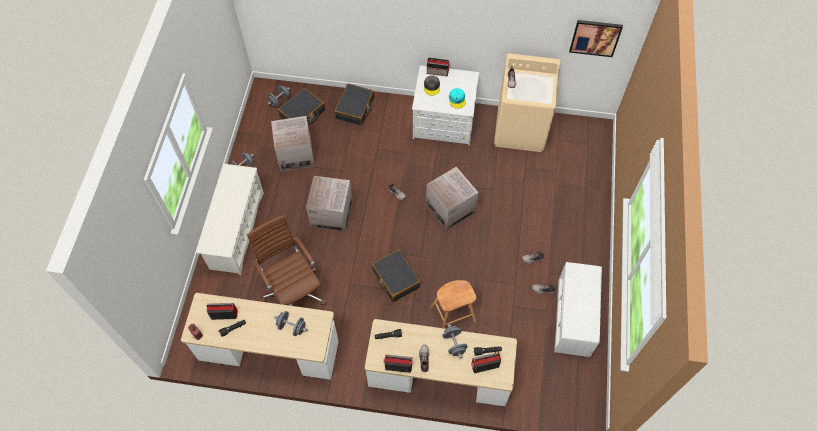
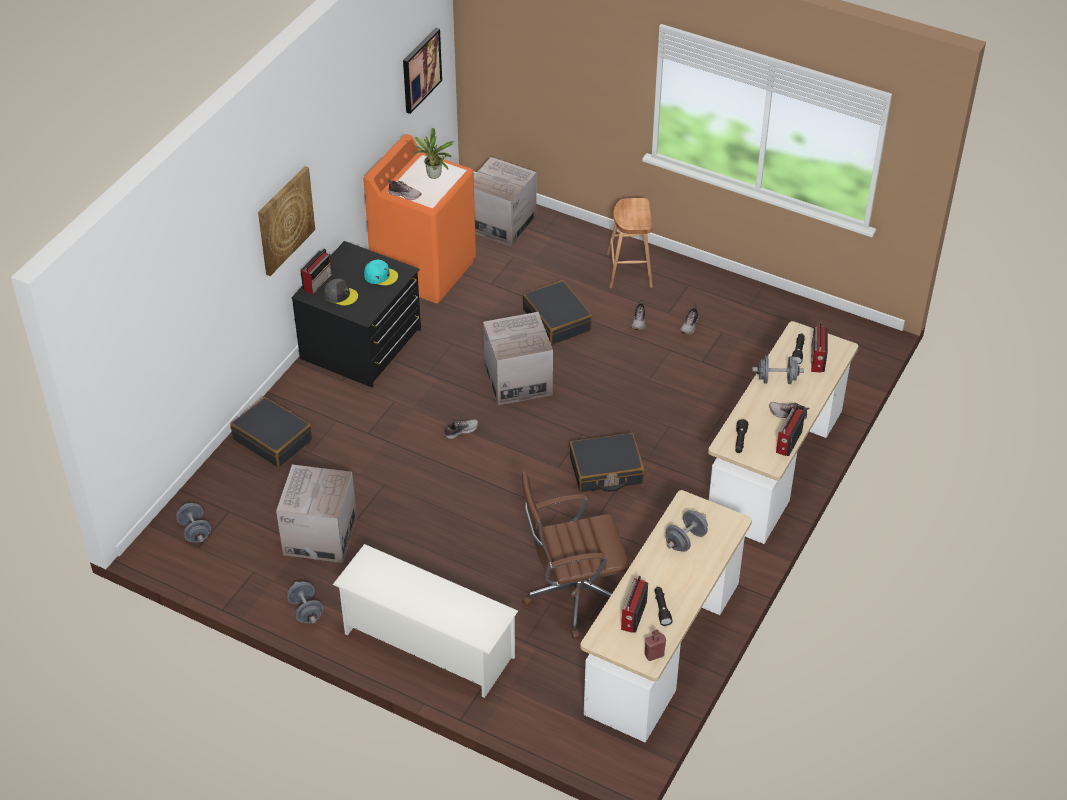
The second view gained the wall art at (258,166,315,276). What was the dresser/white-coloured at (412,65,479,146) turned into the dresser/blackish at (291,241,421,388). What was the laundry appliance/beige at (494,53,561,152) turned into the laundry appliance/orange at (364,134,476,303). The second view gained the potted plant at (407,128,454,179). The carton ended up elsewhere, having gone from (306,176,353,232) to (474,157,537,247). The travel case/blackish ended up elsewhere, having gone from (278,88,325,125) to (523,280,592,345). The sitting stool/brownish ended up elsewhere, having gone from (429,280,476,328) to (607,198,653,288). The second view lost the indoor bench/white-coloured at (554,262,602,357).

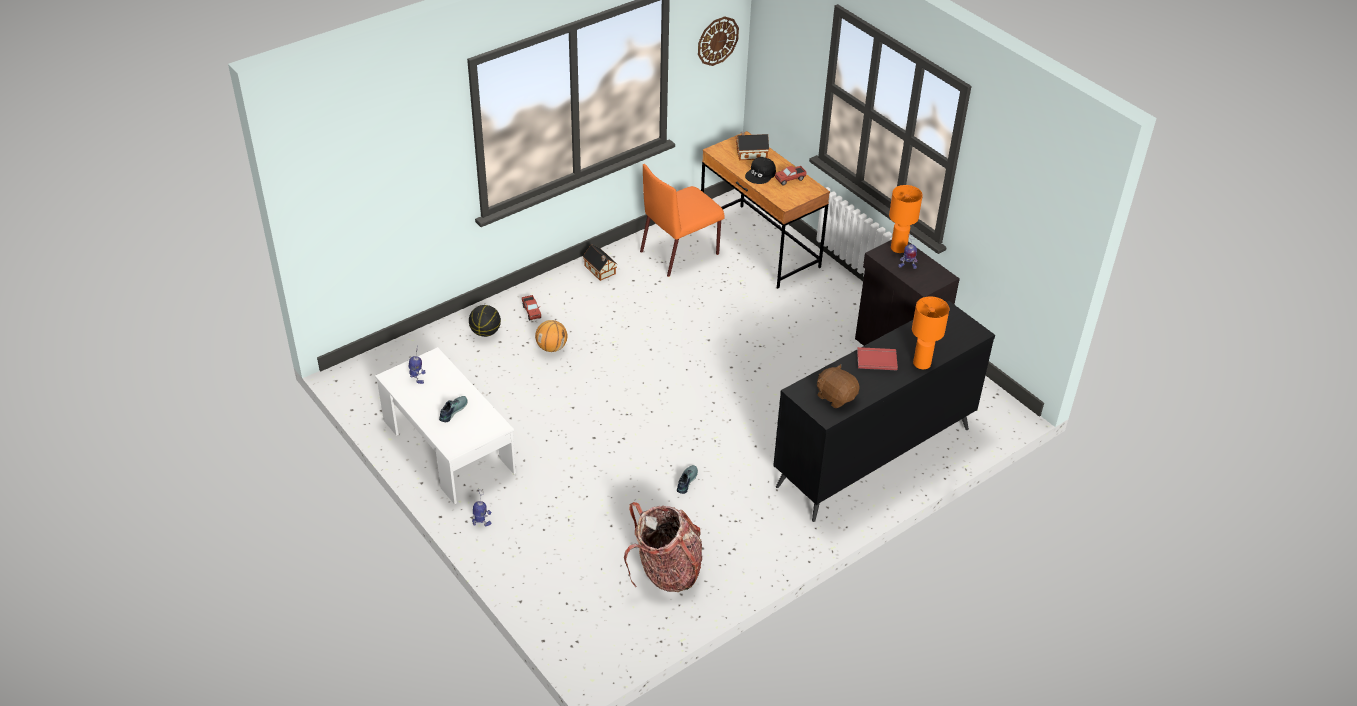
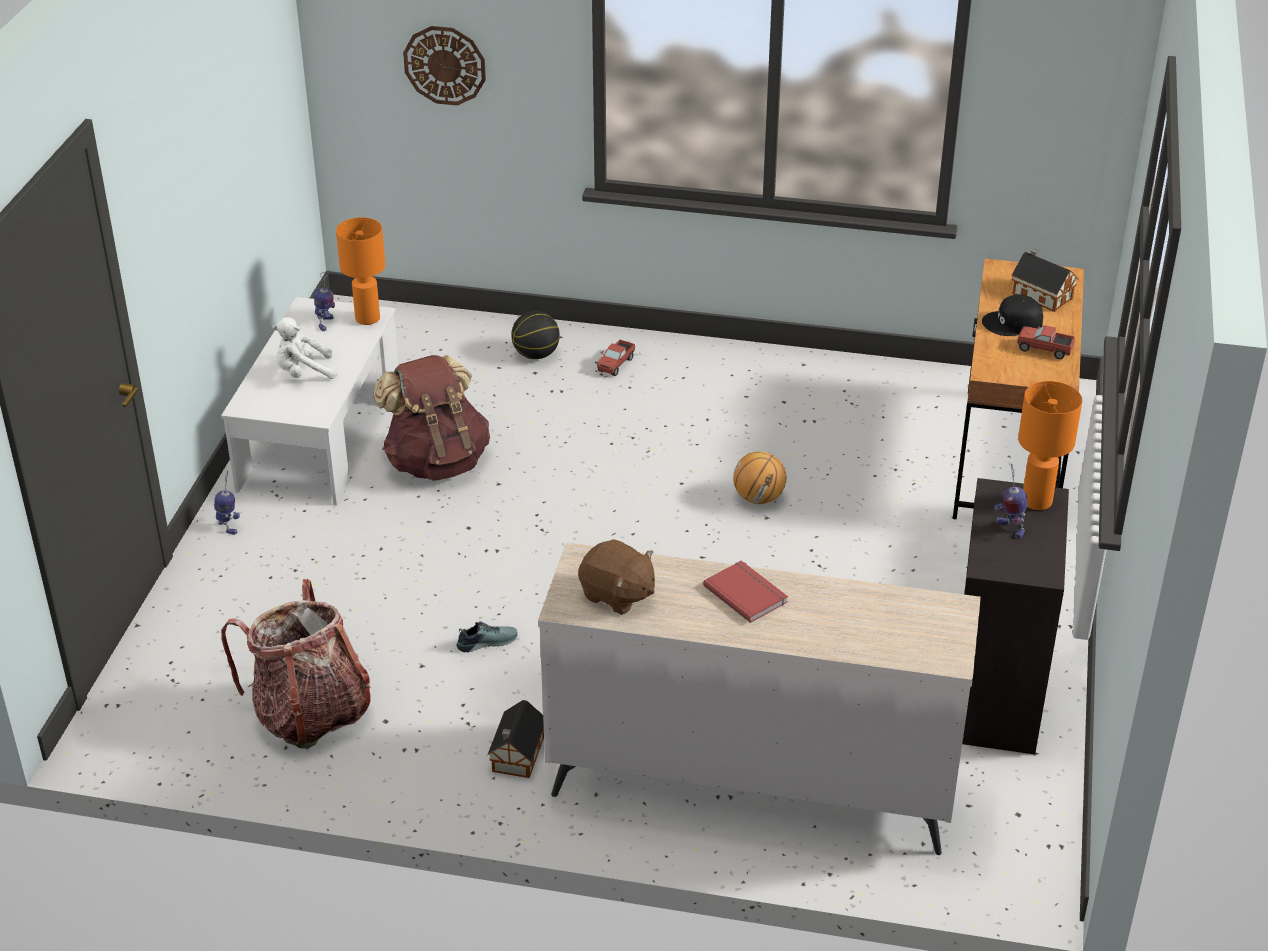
Where the low shoe stood at (439,396,468,422), the soft toy/white-coloured came to stand at (272,317,338,379). The lamp for a table/orange ended up elsewhere, having gone from (912,296,949,369) to (336,217,385,325). The second view gained the rucksack/brownish at (373,355,490,481). The wall clock ended up elsewhere, having gone from (698,16,739,66) to (403,26,486,106). The toy house ended up elsewhere, having gone from (583,244,617,281) to (487,700,544,778). What was the dresser/blackish at (773,301,995,522) turned into the dresser/beige at (538,543,981,855). The soft toy/brownish at (817,364,860,408) ended up facing another way, 120 degrees clockwise from before. The basketball ended up elsewhere, having gone from (535,320,567,352) to (733,451,786,504). The second view lost the upright chair/orange at (640,164,725,277).

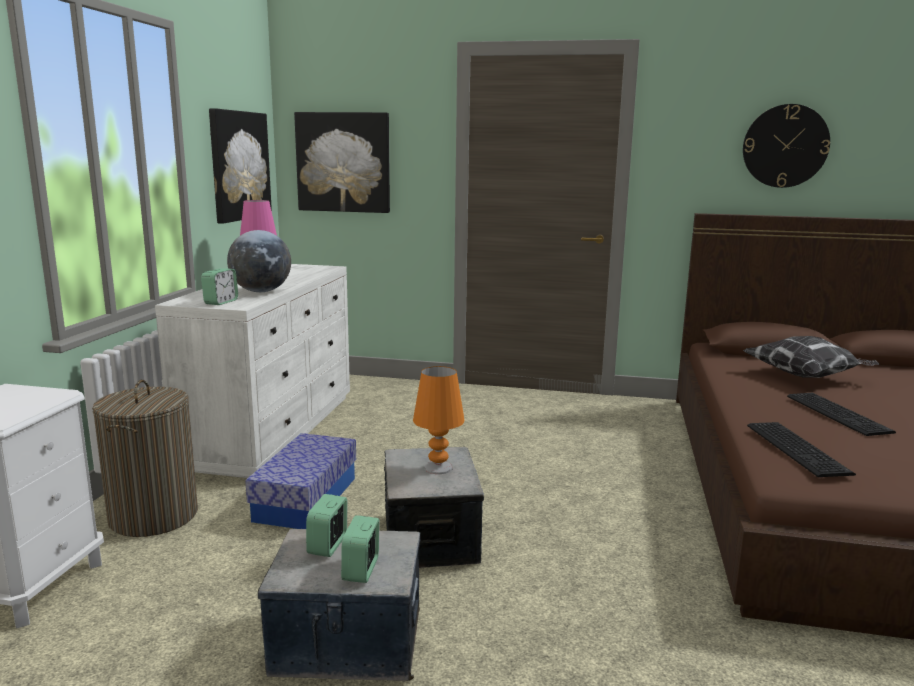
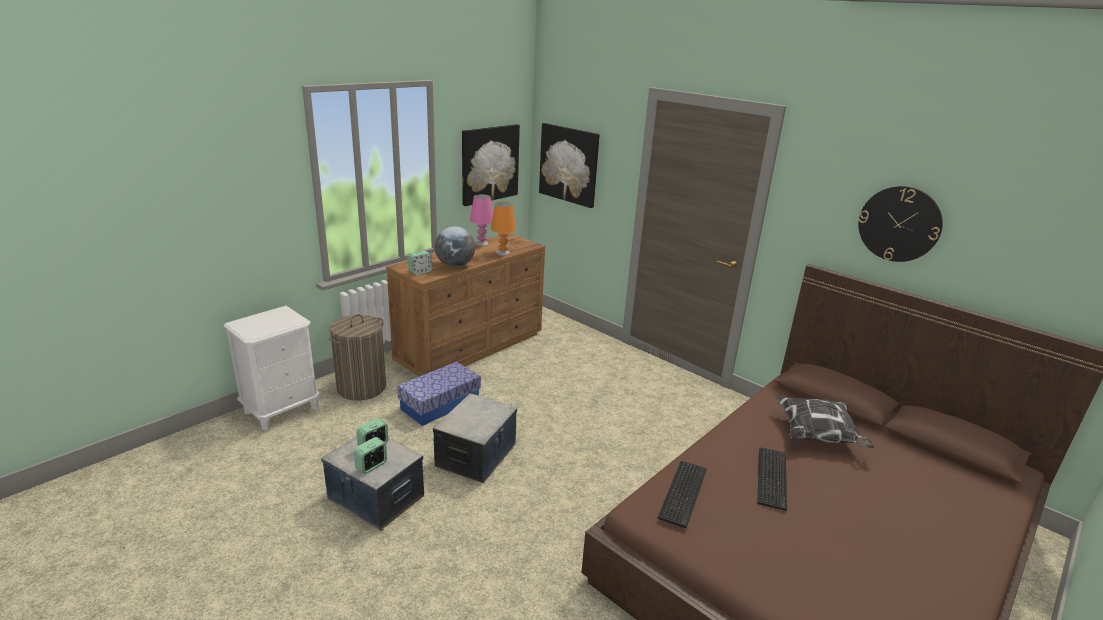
What was the dresser/white-coloured at (155,264,350,478) turned into the dresser/brownish at (386,233,545,377). The lamp for a table/orange ended up elsewhere, having gone from (413,366,464,474) to (491,202,516,256).

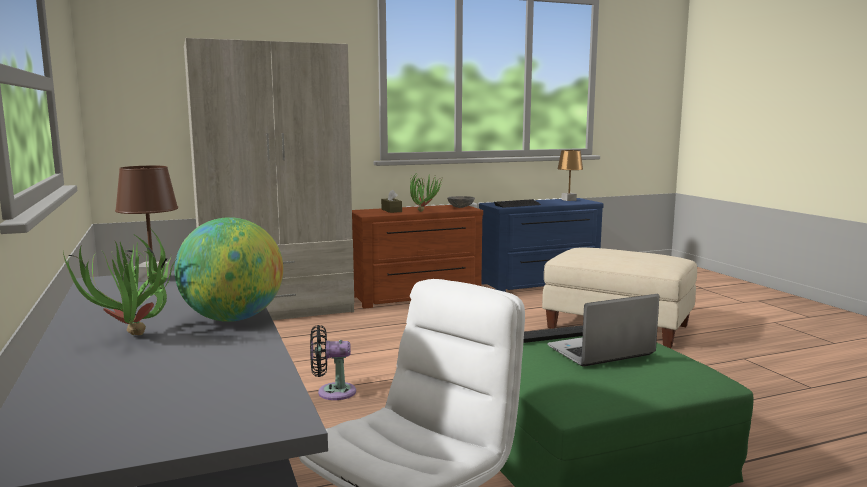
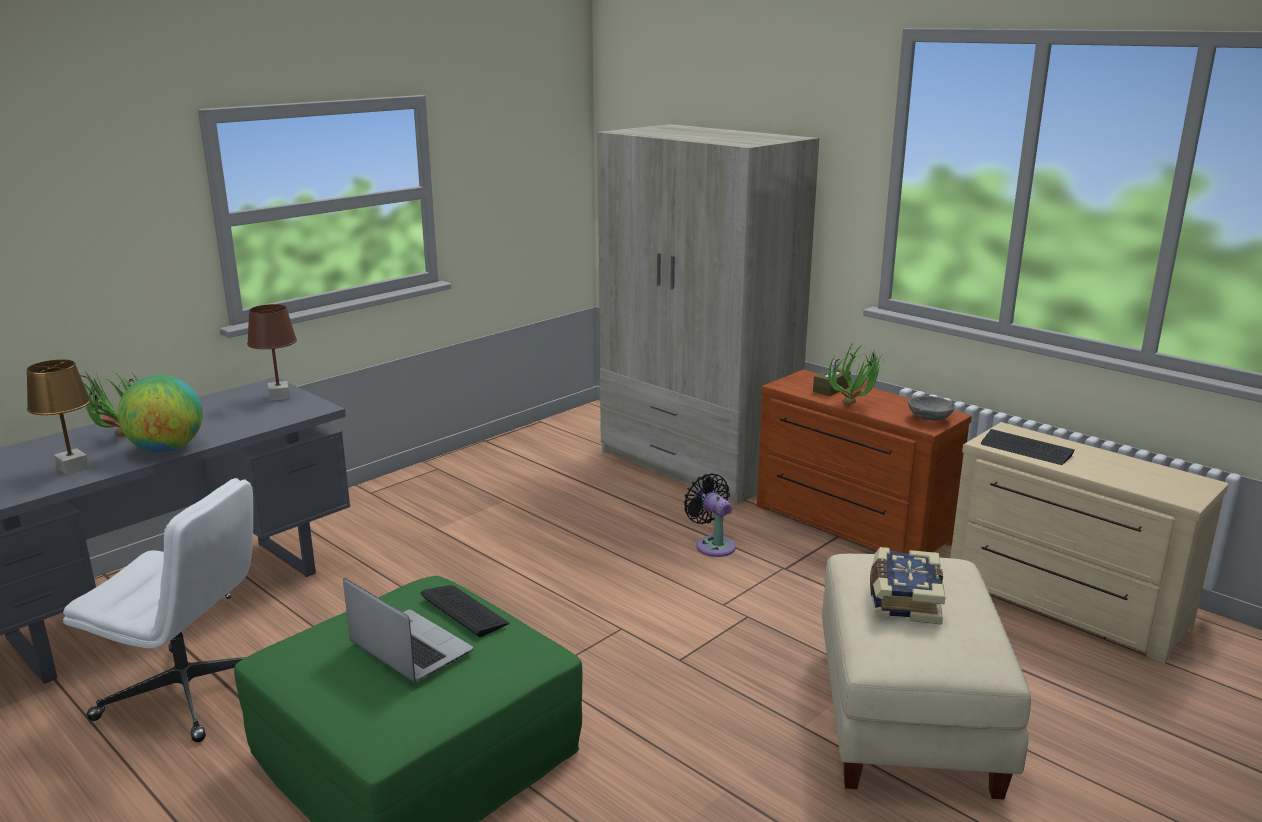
The lamp for a table/brownish ended up elsewhere, having gone from (557,150,583,201) to (27,359,91,475). The fan/blackish ended up elsewhere, having gone from (310,325,356,400) to (684,473,736,557). The second view gained the bound book at (870,547,945,625). What was the dresser/blue at (479,198,604,292) turned into the dresser/beige at (950,422,1228,663).

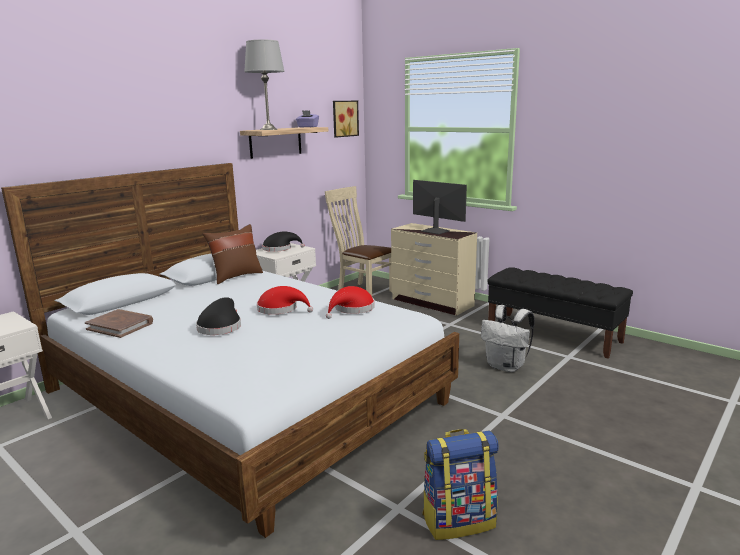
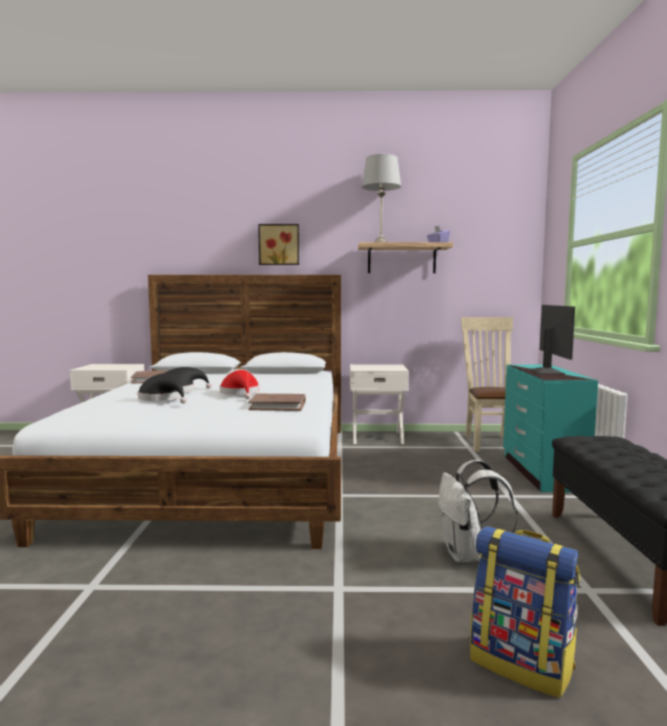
The clothing hat/blackish ended up elsewhere, having gone from (262,232,305,252) to (138,373,187,404). Where the clothing hat/red-coloured stood at (326,286,375,319), the bound book/brownish came to stand at (248,394,306,411). The wall art ended up elsewhere, having gone from (333,101,359,138) to (258,224,299,265). The rucksack ended up elsewhere, having gone from (422,429,499,540) to (470,526,580,698). What was the dresser/beige at (391,223,477,316) turned into the dresser/turquoise at (503,364,598,492). The second view lost the pillow/brownish at (202,224,263,284).

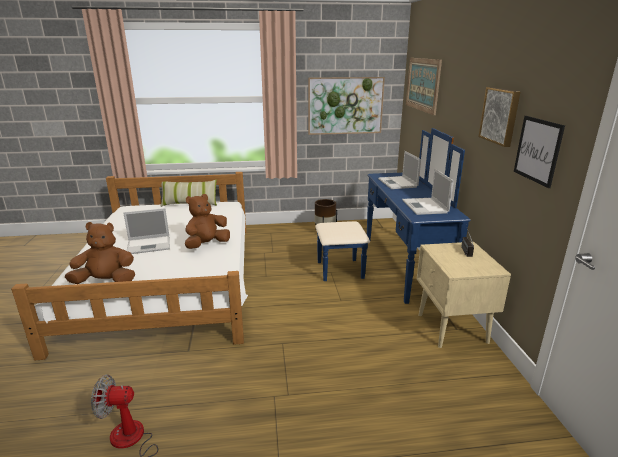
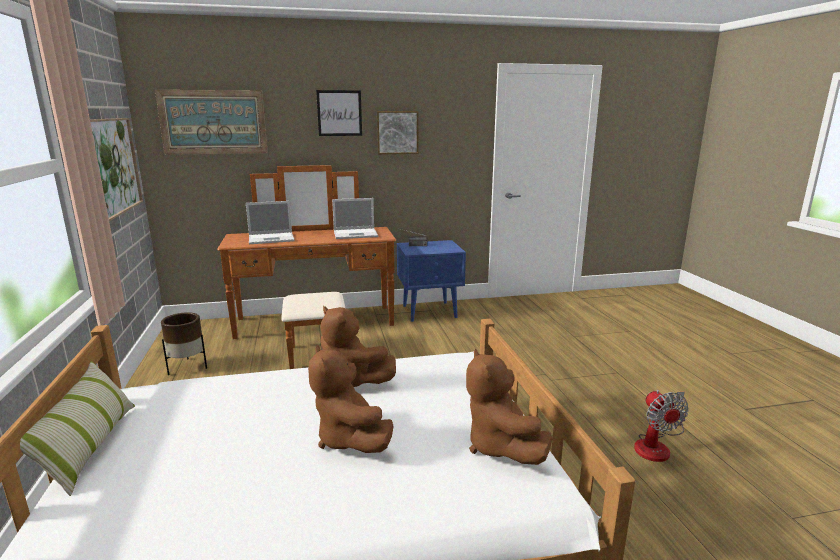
What was the dresser/blue at (315,128,470,304) turned into the dresser/brownish at (217,165,396,369). Where the notebook computer stood at (123,208,170,254), the soft toy/brownish came to stand at (308,345,394,453). The wall art ended up elsewhere, having gone from (514,116,565,188) to (316,90,362,136). What was the bedside table/beige at (417,242,511,348) turned into the bedside table/blue at (397,240,466,322).

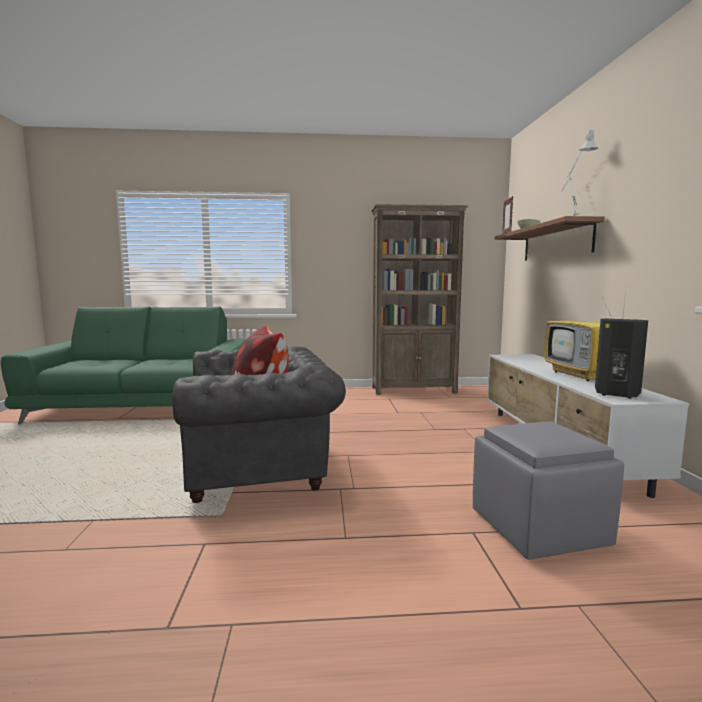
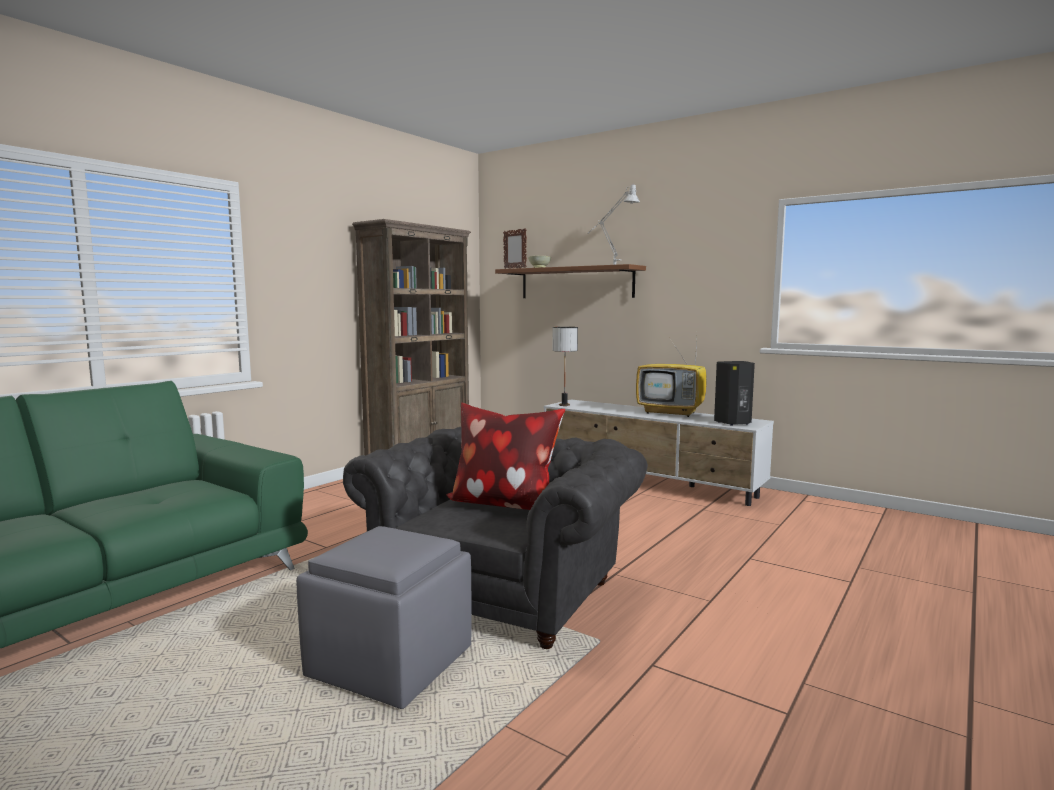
The footrest/grey ended up elsewhere, having gone from (473,421,624,560) to (296,526,472,709). The second view gained the lamp for a table at (552,327,578,406).

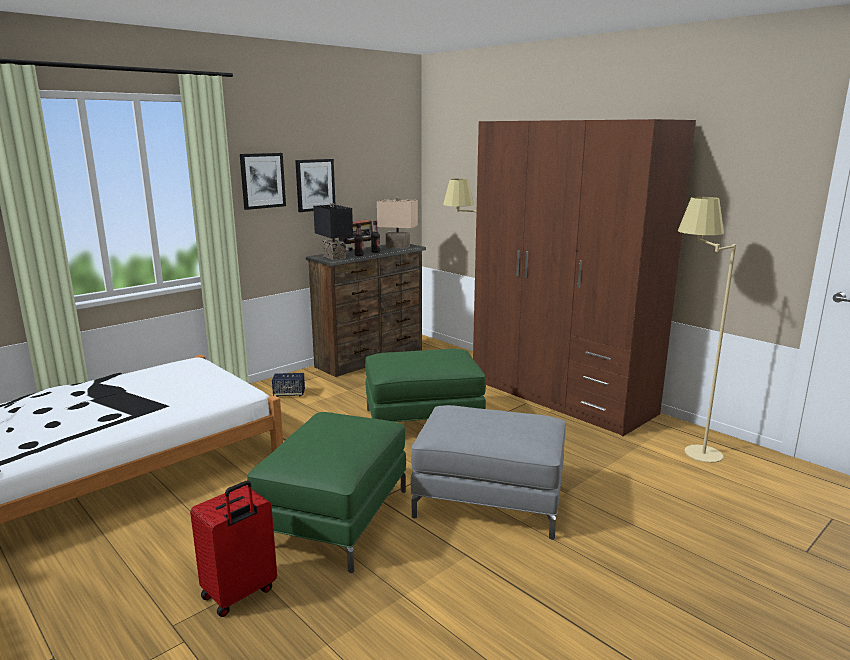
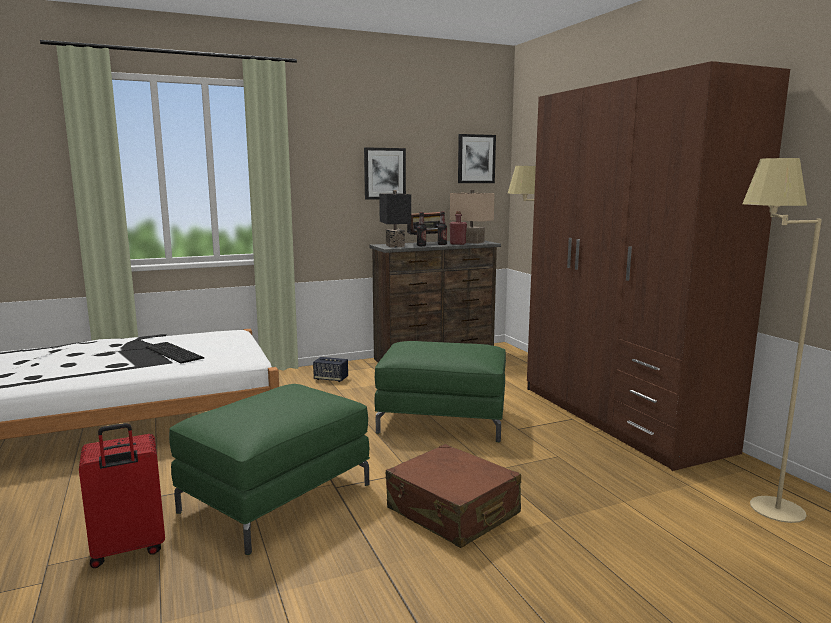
The second view gained the keyboard at (146,342,204,364). Where the footrest/grey stood at (411,405,566,540), the travel case/brownish came to stand at (386,444,521,548). The second view gained the drink bottle/red-coloured at (450,211,467,245). The wall art ended up elsewhere, having gone from (240,153,286,210) to (458,134,496,183).

